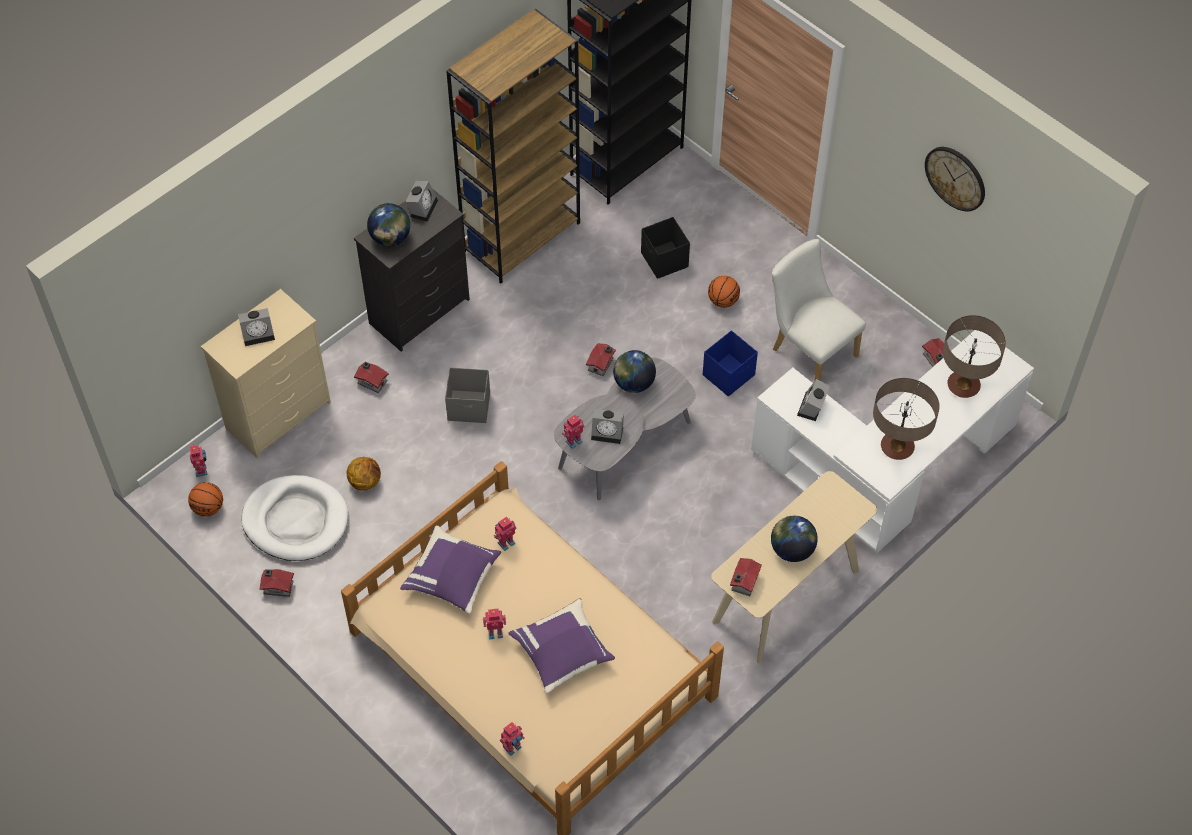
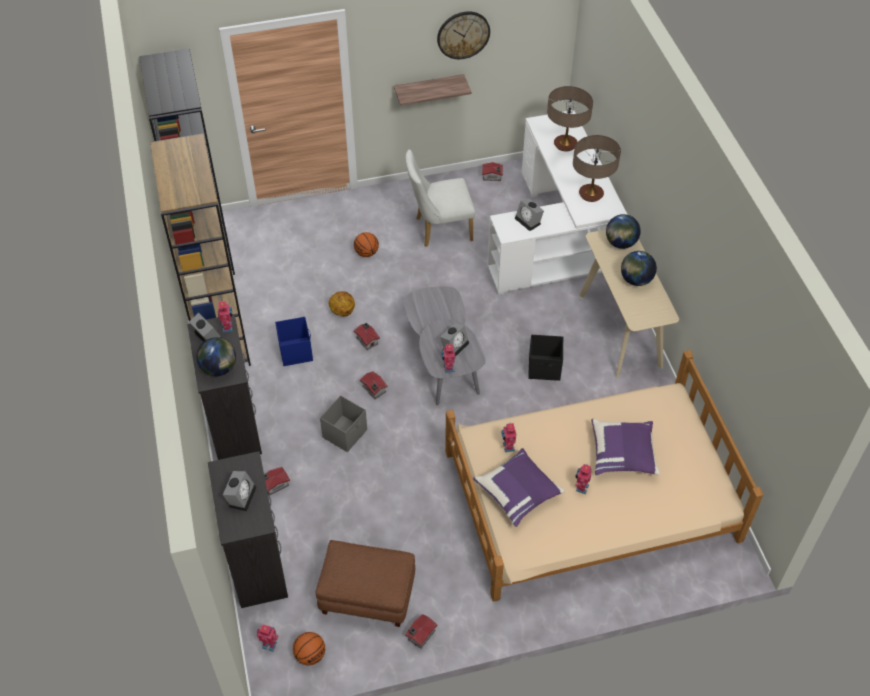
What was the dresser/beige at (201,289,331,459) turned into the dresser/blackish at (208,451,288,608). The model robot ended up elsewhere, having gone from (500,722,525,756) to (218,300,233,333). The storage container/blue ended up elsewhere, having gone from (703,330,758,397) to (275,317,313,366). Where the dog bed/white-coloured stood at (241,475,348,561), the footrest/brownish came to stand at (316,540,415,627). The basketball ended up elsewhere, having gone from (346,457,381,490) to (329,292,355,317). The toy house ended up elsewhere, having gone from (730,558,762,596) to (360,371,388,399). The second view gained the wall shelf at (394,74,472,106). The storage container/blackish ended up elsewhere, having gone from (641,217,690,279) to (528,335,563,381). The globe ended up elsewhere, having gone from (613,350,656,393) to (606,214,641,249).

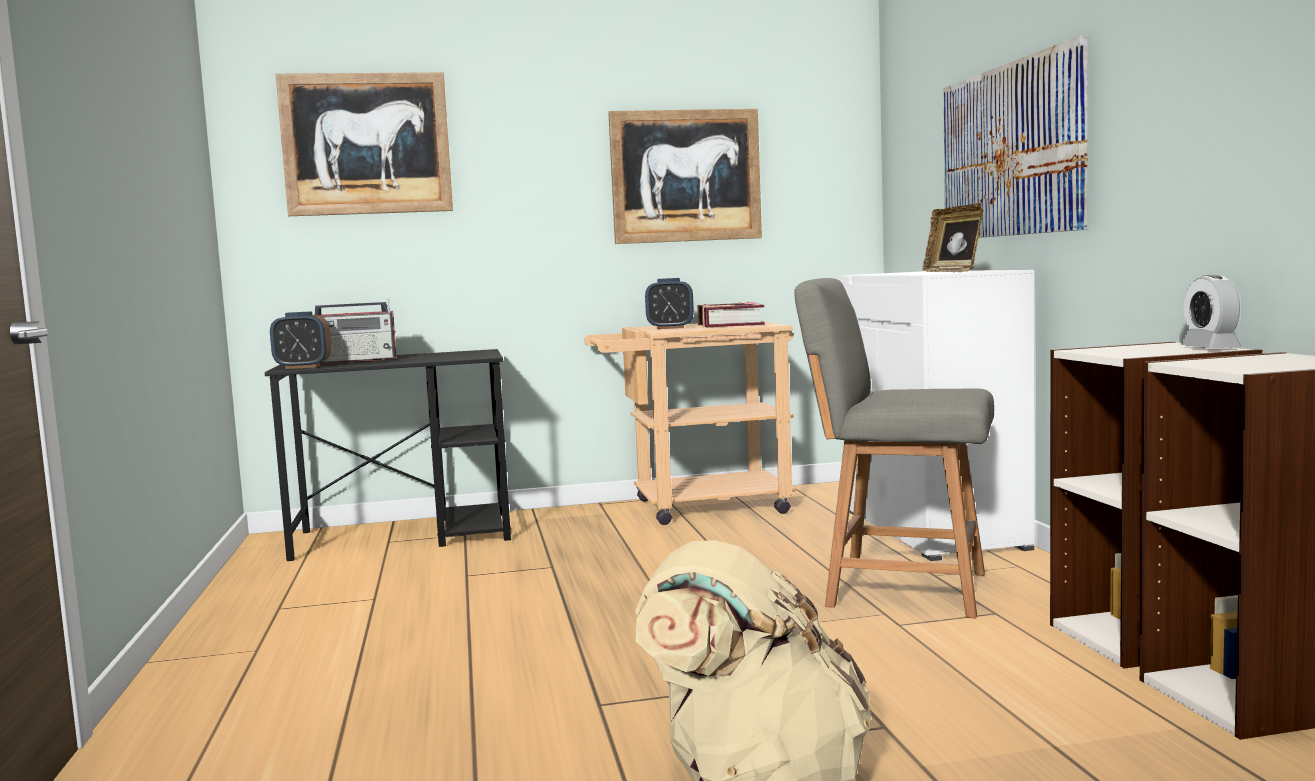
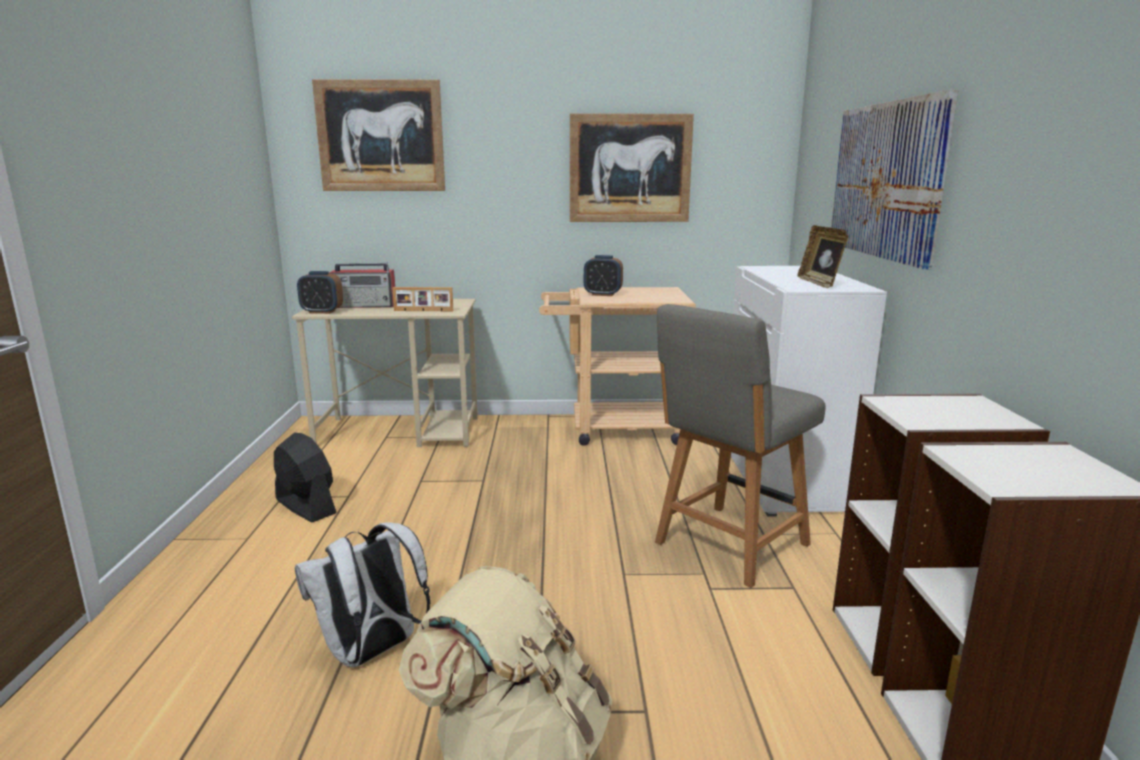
The second view gained the fan/blackish at (274,433,337,522). What was the desk unit/blackish at (265,349,511,561) turned into the desk unit/beige at (292,299,478,447). The second view gained the rucksack/white-coloured at (295,522,431,667). The second view gained the standing frame at (392,287,453,312). The upright chair/grey at (795,278,994,618) ended up facing another way, 75 degrees counterclockwise from before. The second view lost the bound book at (697,302,765,328). The second view lost the table clock at (1180,275,1241,348).

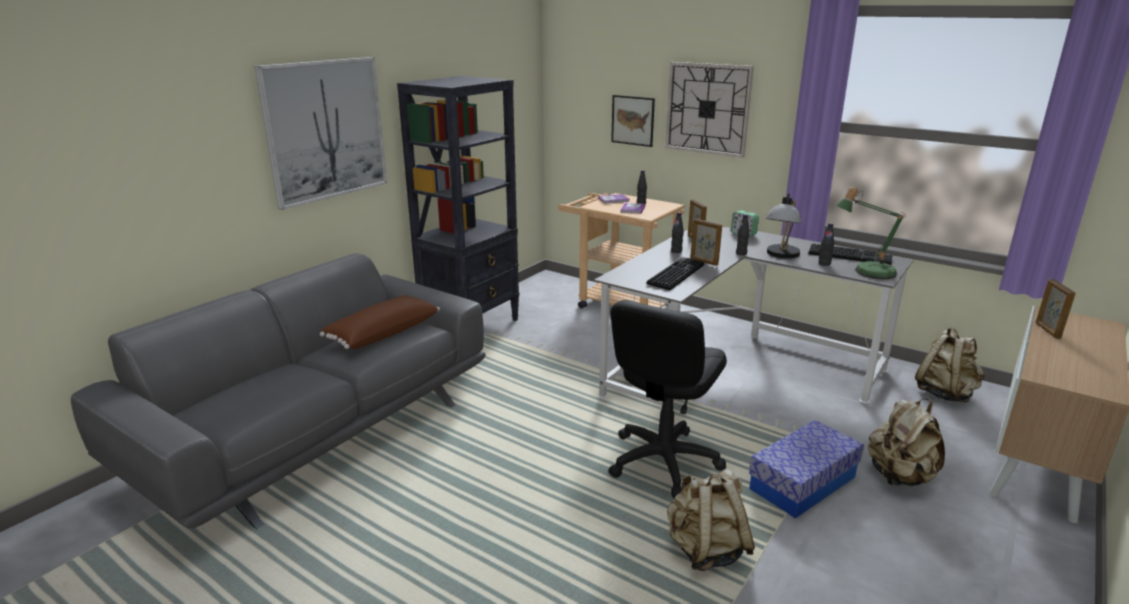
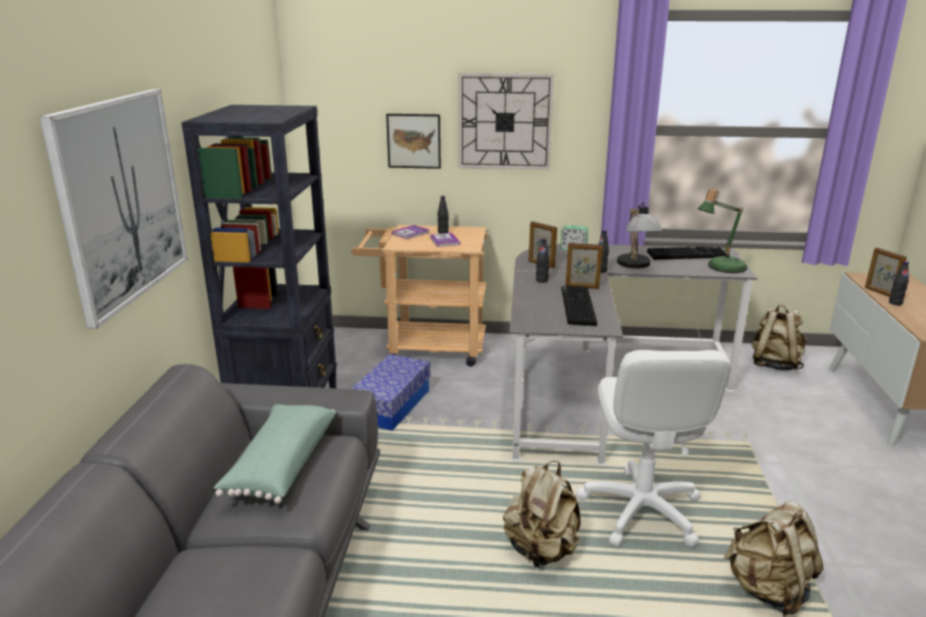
What was the pillow/brownish at (320,295,440,349) turned into the pillow/green at (213,404,336,504). The storage container ended up elsewhere, having gone from (749,420,864,519) to (351,354,430,431). The rucksack/beige ended up elsewhere, having gone from (868,399,945,486) to (503,461,581,568). What was the computer chair/blackish at (608,300,727,498) turned into the computer chair/white-coloured at (576,350,732,547). The drink bottle/blackish ended up elsewhere, having gone from (818,223,834,266) to (889,261,909,305).

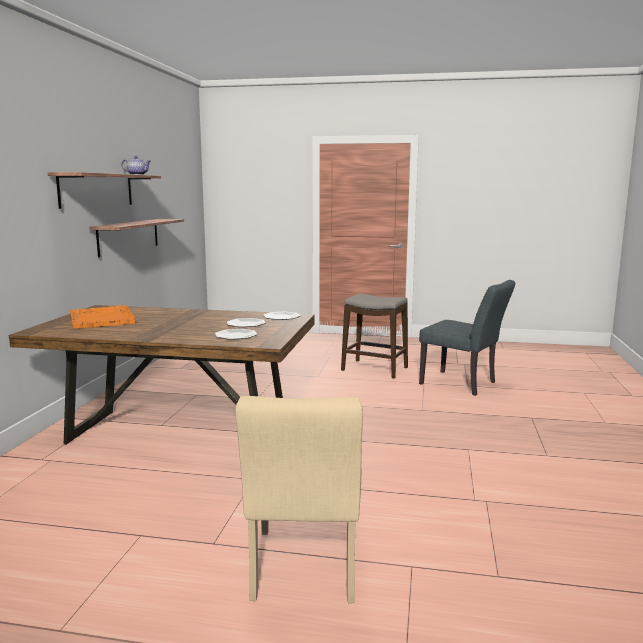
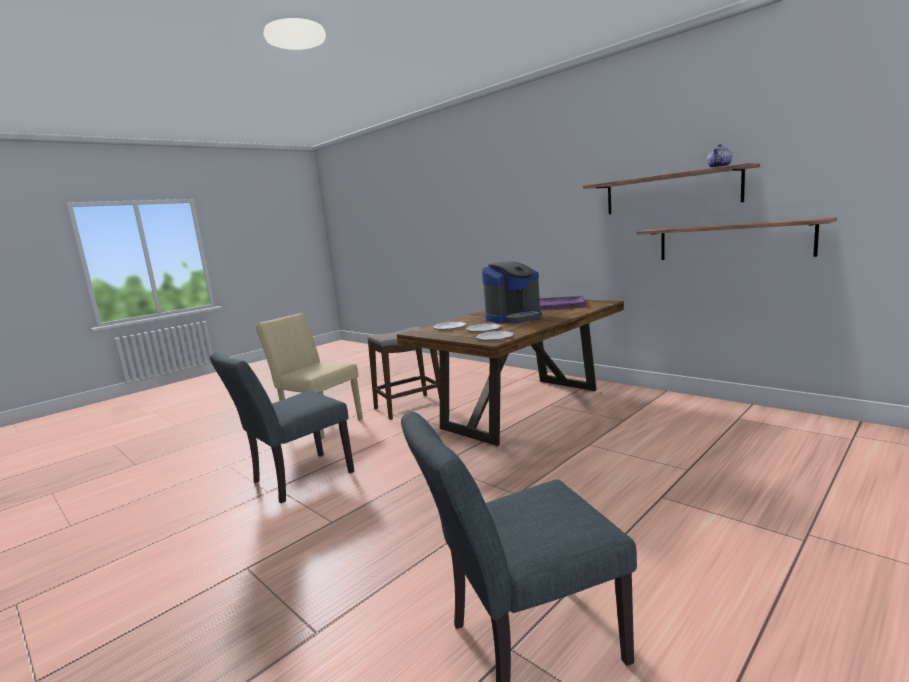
The second view gained the upright chair/grey at (210,352,355,503). The sitting stool ended up elsewhere, having gone from (341,294,408,379) to (368,326,440,420). The second view gained the coffee maker at (482,262,542,323). What was the serving tray/orange at (70,305,136,329) turned into the serving tray/purplish at (540,296,586,310).

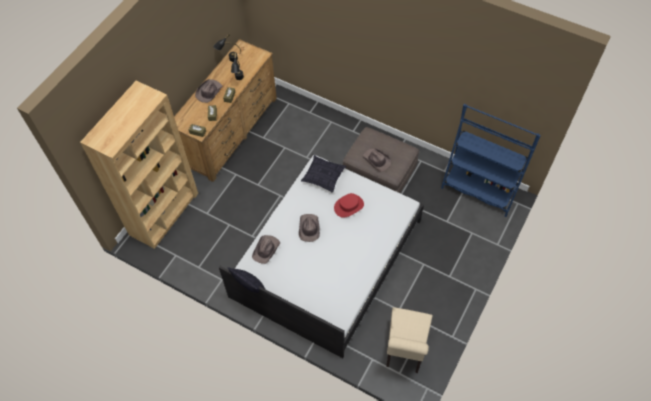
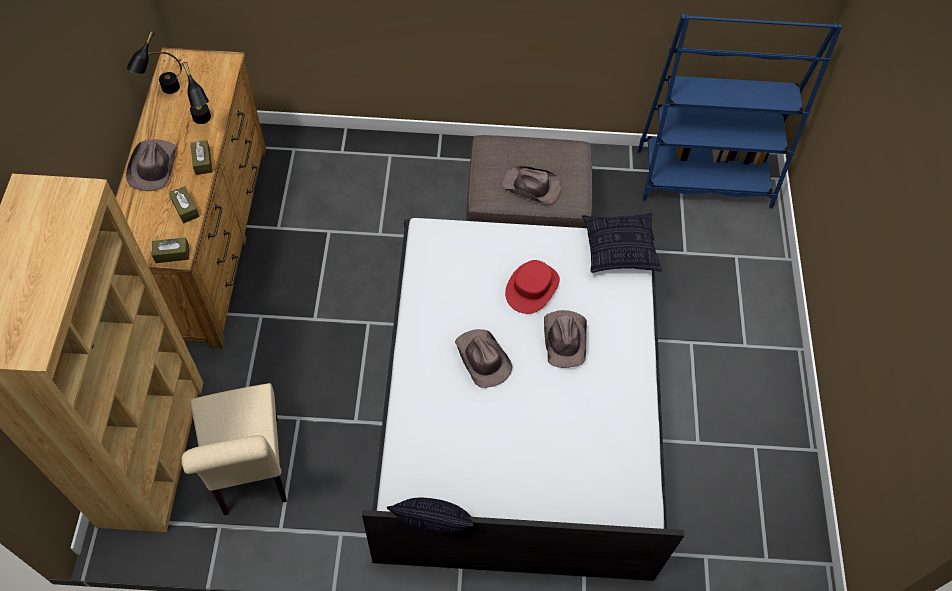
The upright chair/beige ended up elsewhere, having gone from (386,307,433,373) to (182,383,287,515). The clothing hat/brownish ended up elsewhere, having gone from (252,235,280,264) to (544,310,587,368). The pillow ended up elsewhere, having gone from (301,155,346,193) to (582,213,662,273).

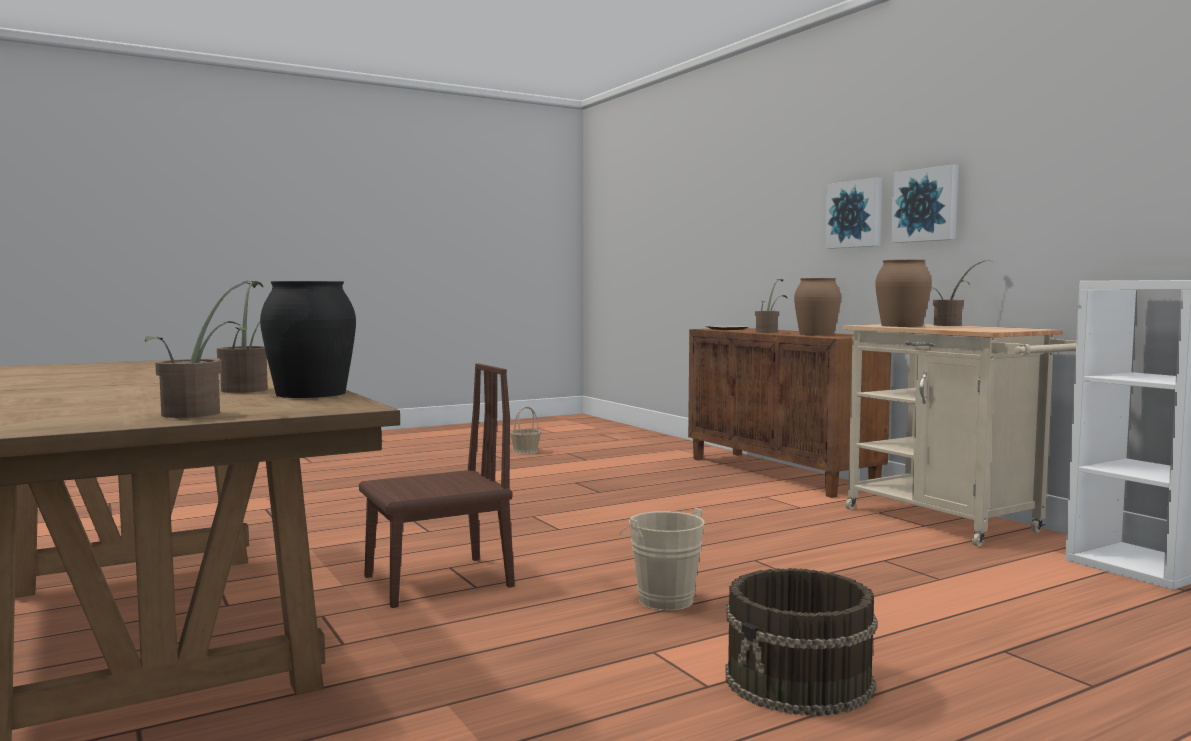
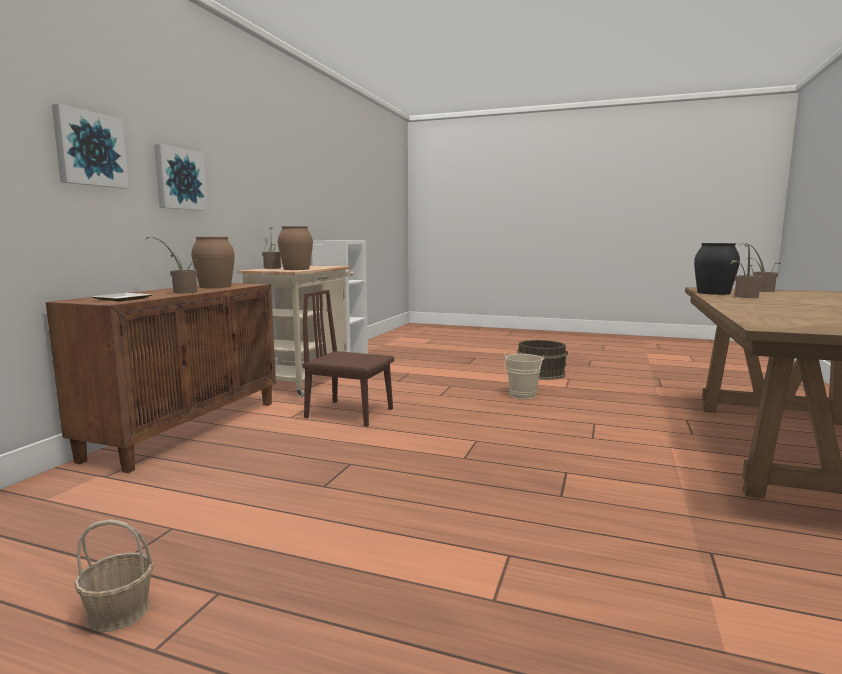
The wall art ended up elsewhere, having gone from (891,164,958,243) to (52,104,129,189). The upright chair/brownish ended up elsewhere, having gone from (359,363,515,608) to (303,290,394,427).

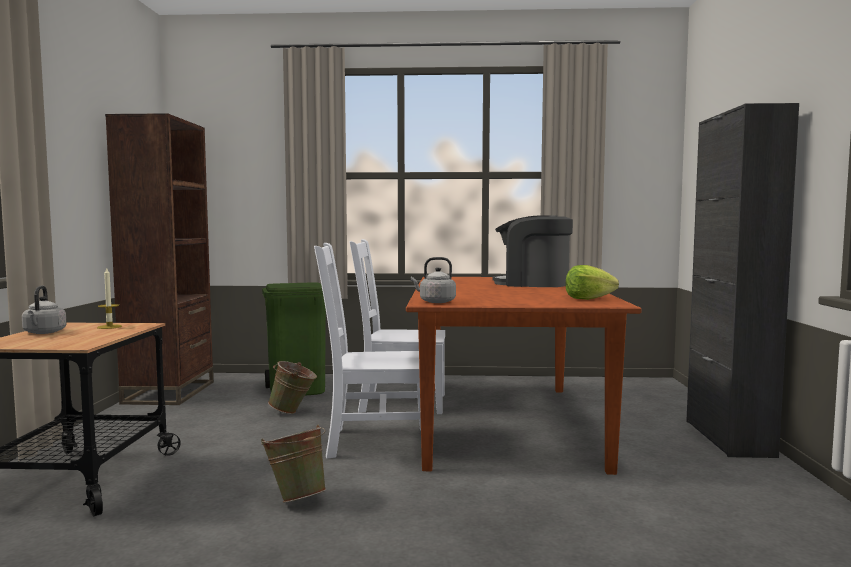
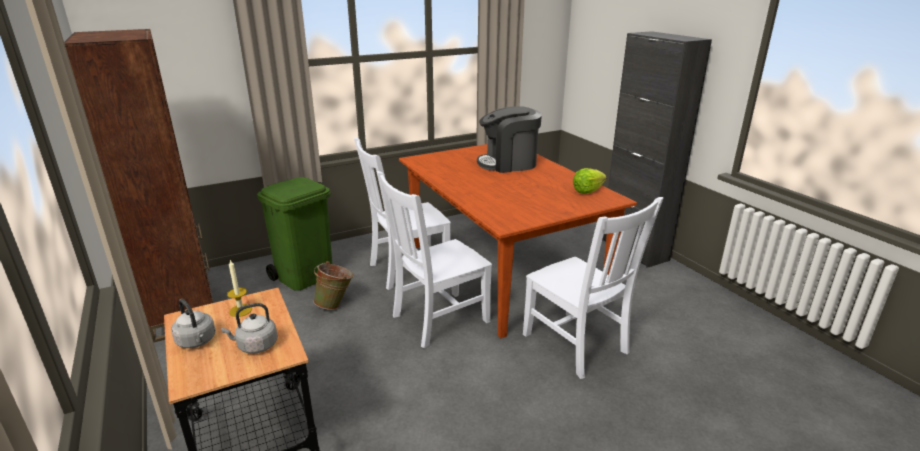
The tea kettle/grey ended up elsewhere, having gone from (411,257,456,303) to (221,303,278,354). The second view gained the upright chair/white-coloured at (523,197,663,379). The second view lost the bucket/green at (261,425,326,503).

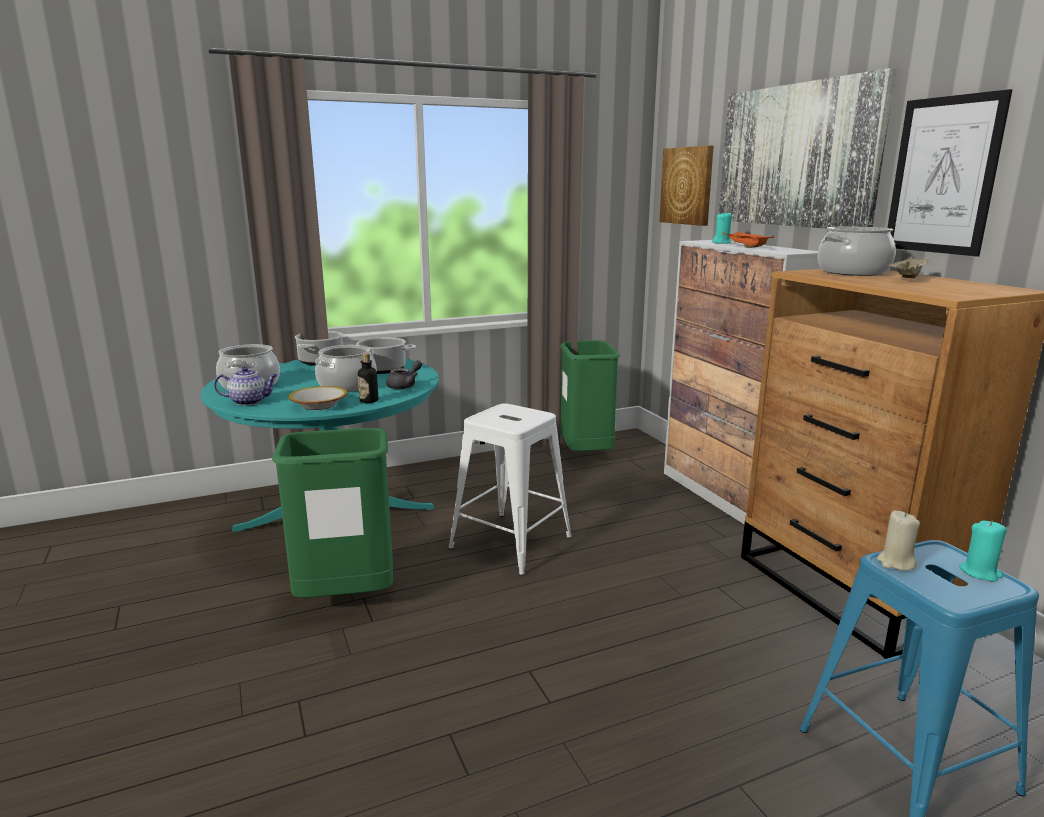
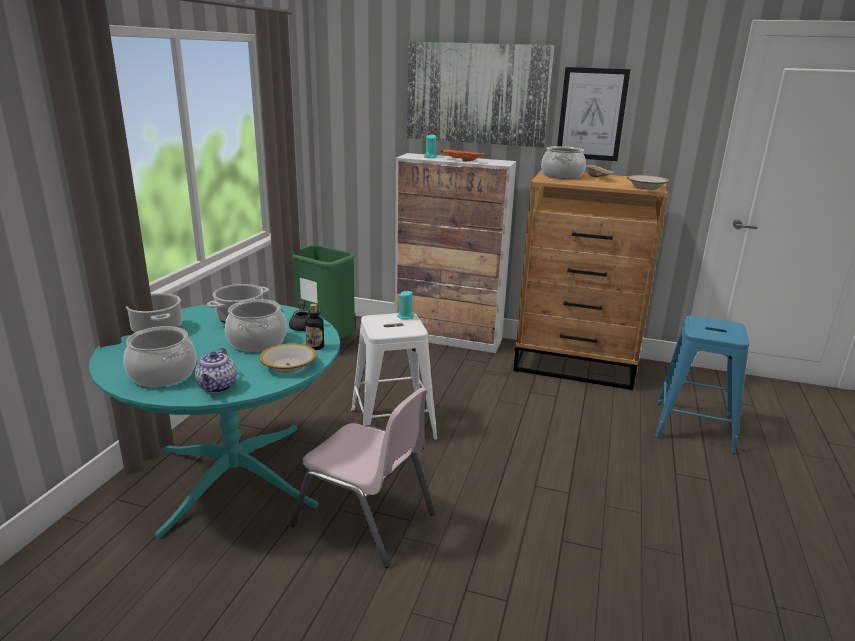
The pot for tea at (214,367,278,406) ended up facing another way, 150 degrees clockwise from before. Where the rubbish bin/green stood at (272,428,393,598), the upright chair/pink-coloured came to stand at (290,387,435,568). The wax light/turquoise ended up elsewhere, having gone from (959,521,1007,582) to (397,290,415,319). The second view gained the bowl at (627,175,669,190). The second view lost the wall art at (659,145,714,226). The second view lost the wax light/beige at (877,511,920,571).

